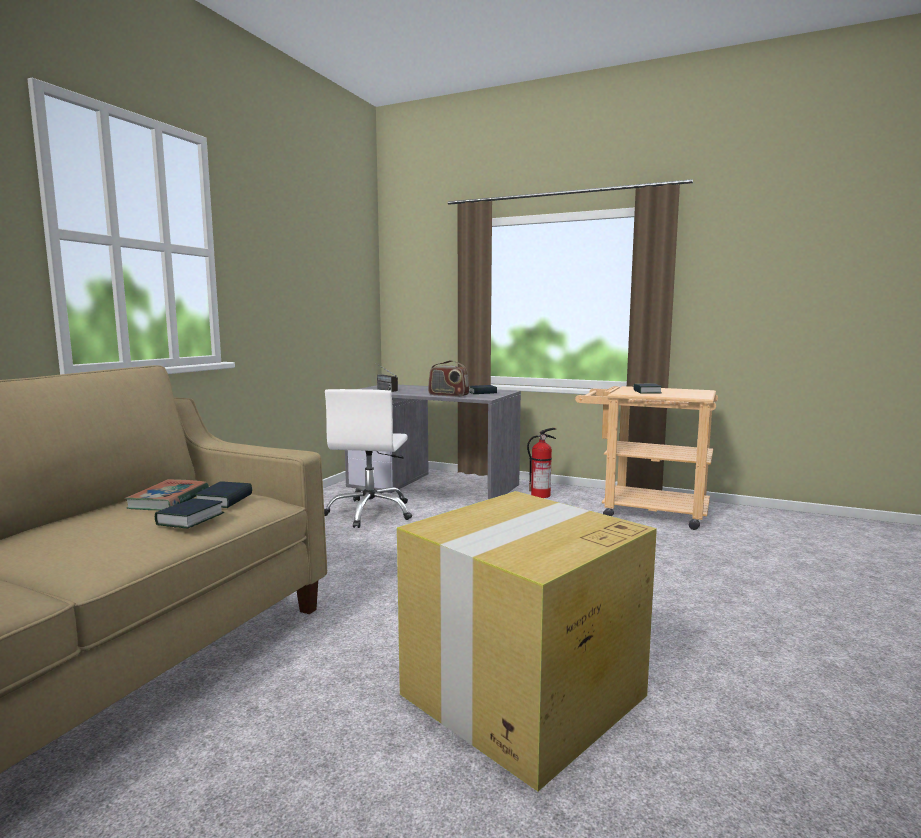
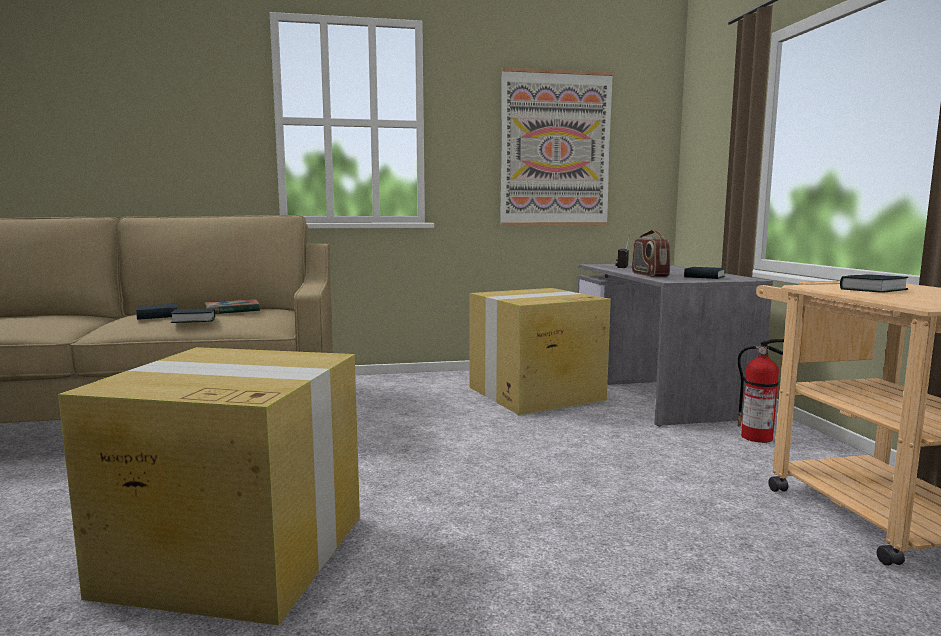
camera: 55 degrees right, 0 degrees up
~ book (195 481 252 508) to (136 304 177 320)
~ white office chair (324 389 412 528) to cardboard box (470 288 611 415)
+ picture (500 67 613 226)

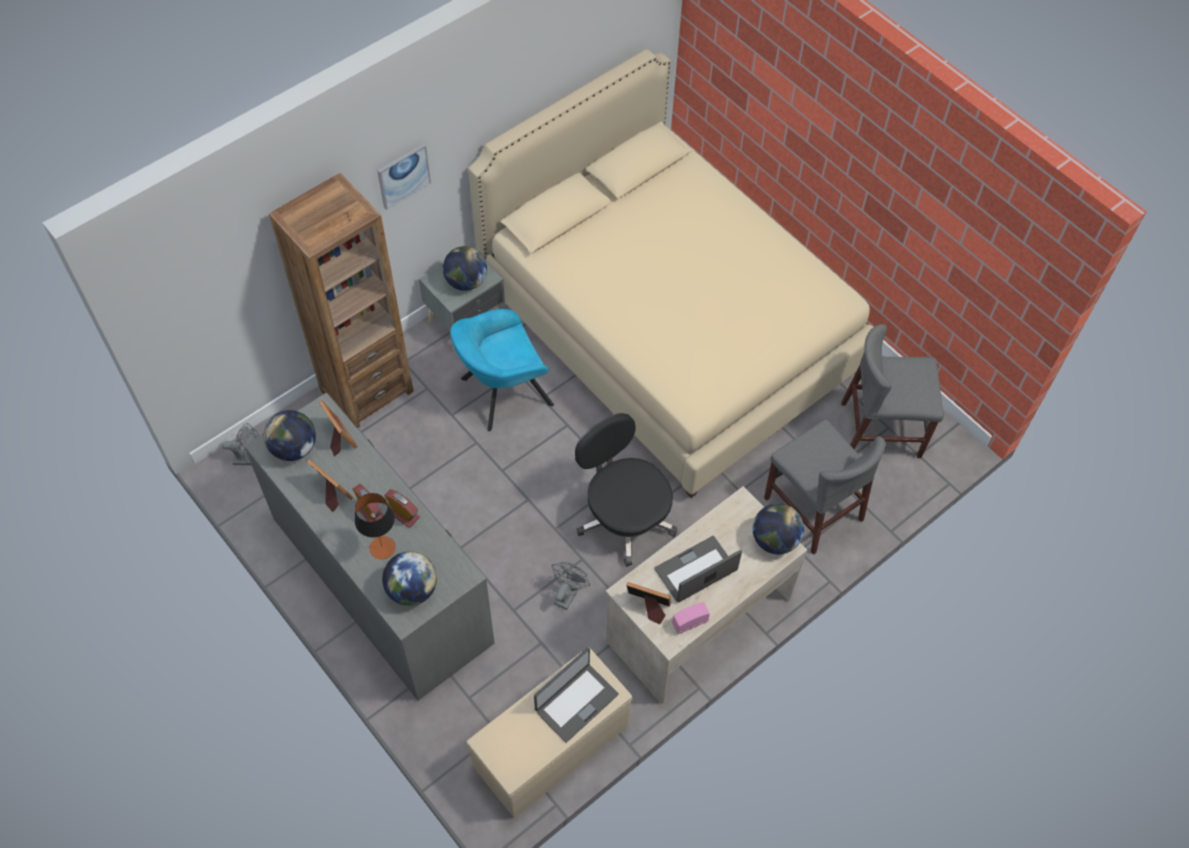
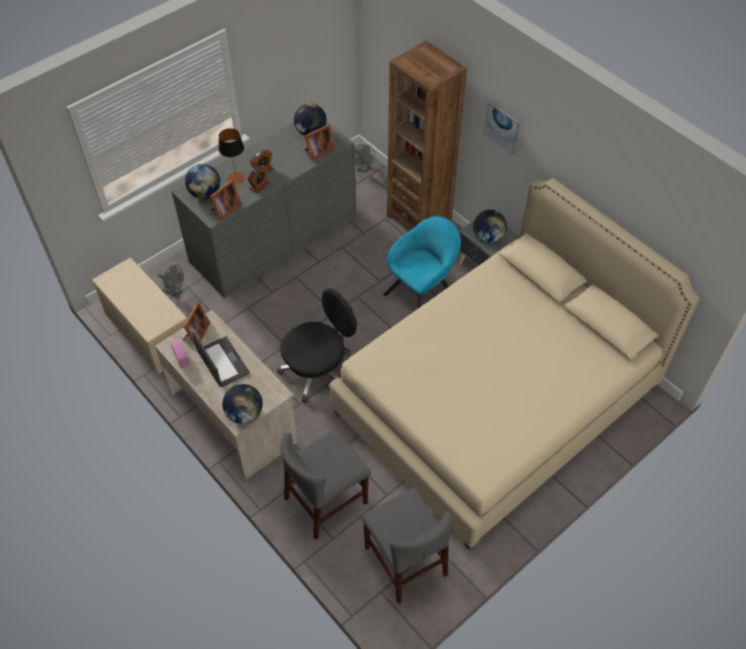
camera: 90 degrees right, 5 degrees down
~ grey fan (552 562 590 610) to (157 264 184 296)
~ picture frame (307 459 353 512) to (210 180 242 220)
~ grey chair (841 324 943 458) = (362 487 453 604) 150 degrees clockwise
~ turquoise armchair (450 309 554 431) = (383 216 461 308) 75 degrees clockwise
- laptop (534 647 619 743)

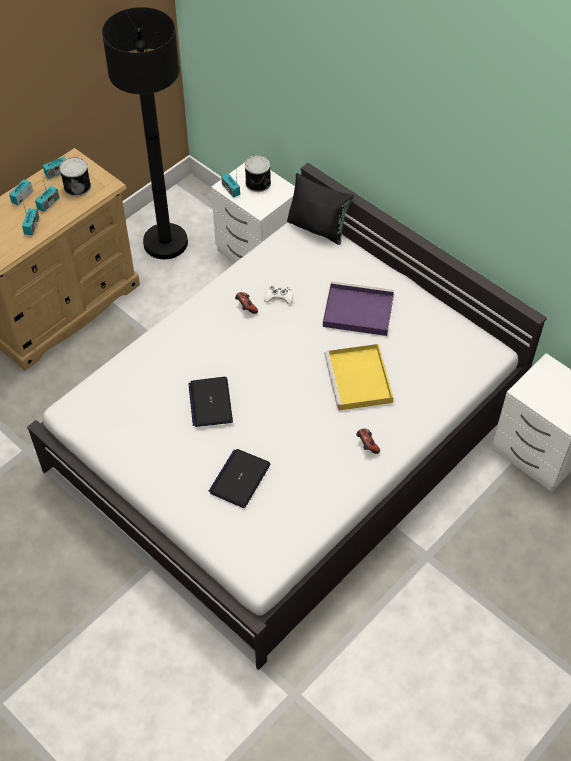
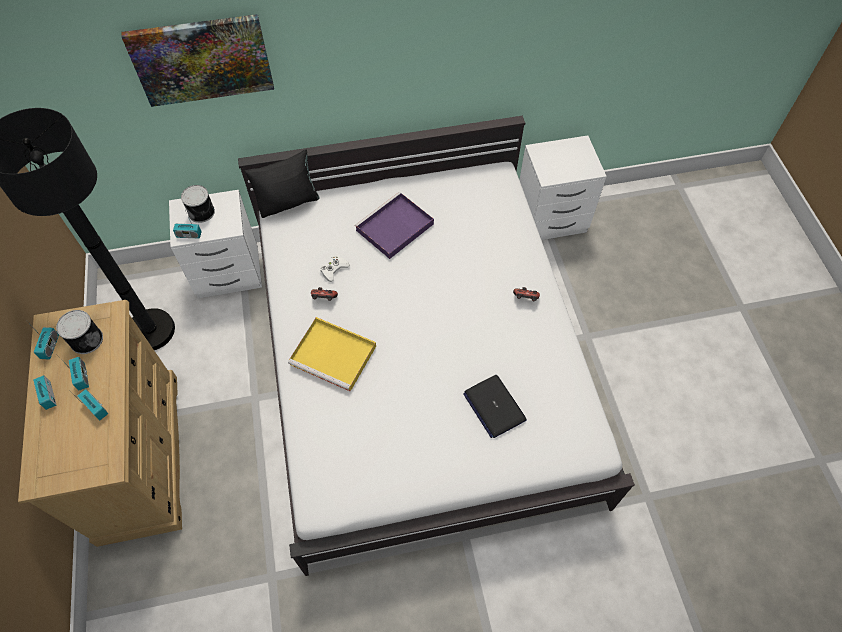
camera: 55 degrees left, 5 degrees up
+ picture (121 14 274 107)
~ yellow tray (324 344 393 410) to (288 317 376 392)
- laptop (188 377 233 427)

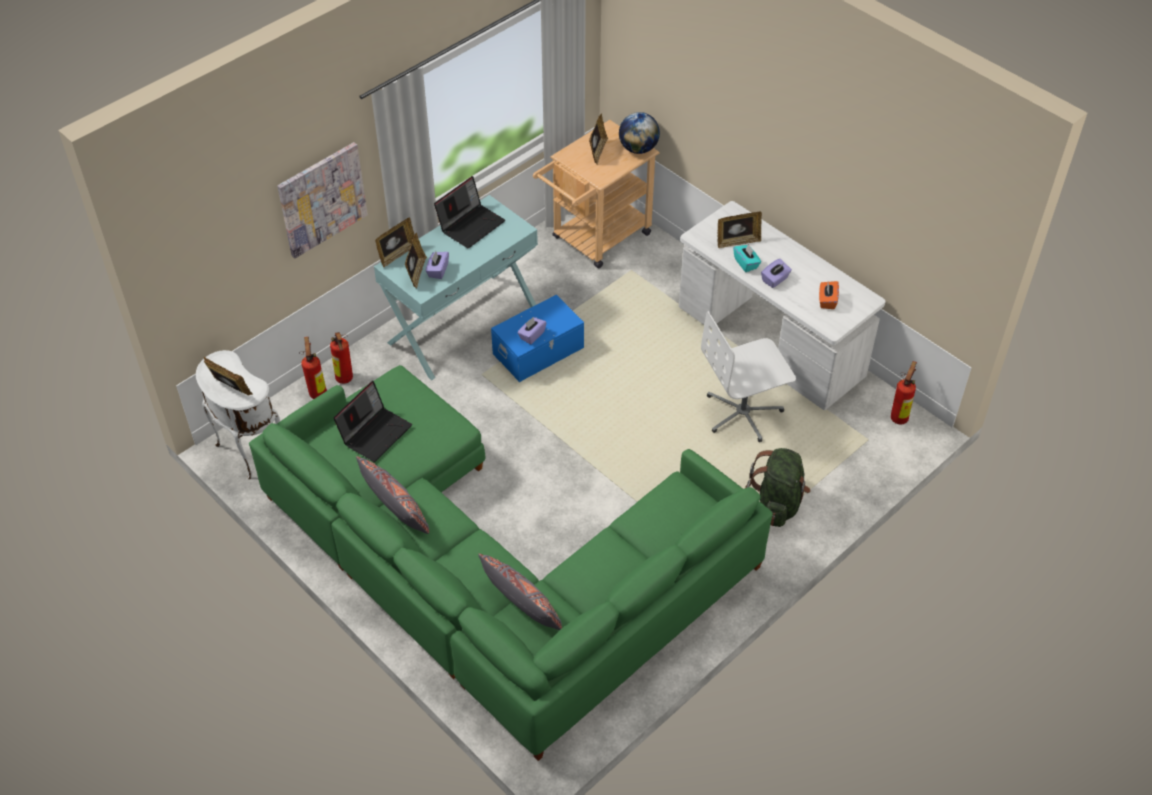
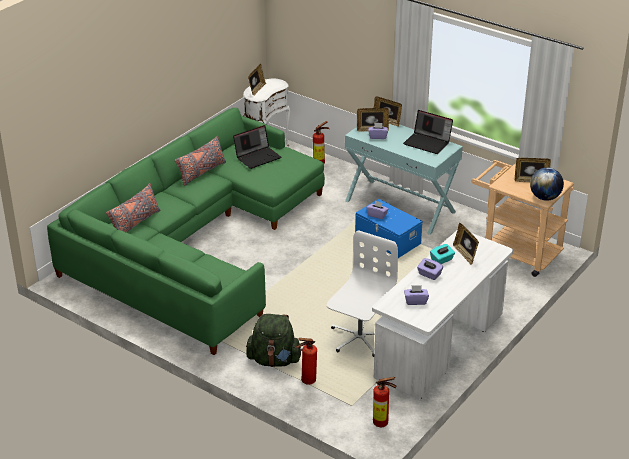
camera: 80 degrees right, 15 degrees down
~ laptop (334 381 412 462) = (233 125 281 169) 60 degrees counterclockwise
~ fire extinguisher (330 332 353 384) to (296 338 317 385)
~ white office chair (701 311 796 442) = (327 230 398 357) 60 degrees clockwise
~ orange tissue box (819 281 839 309) to purple tissue box (404 285 429 305)
- picture (277 142 368 258)

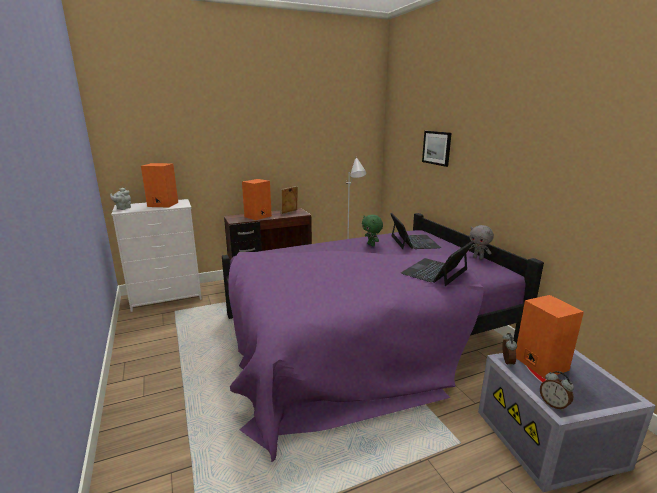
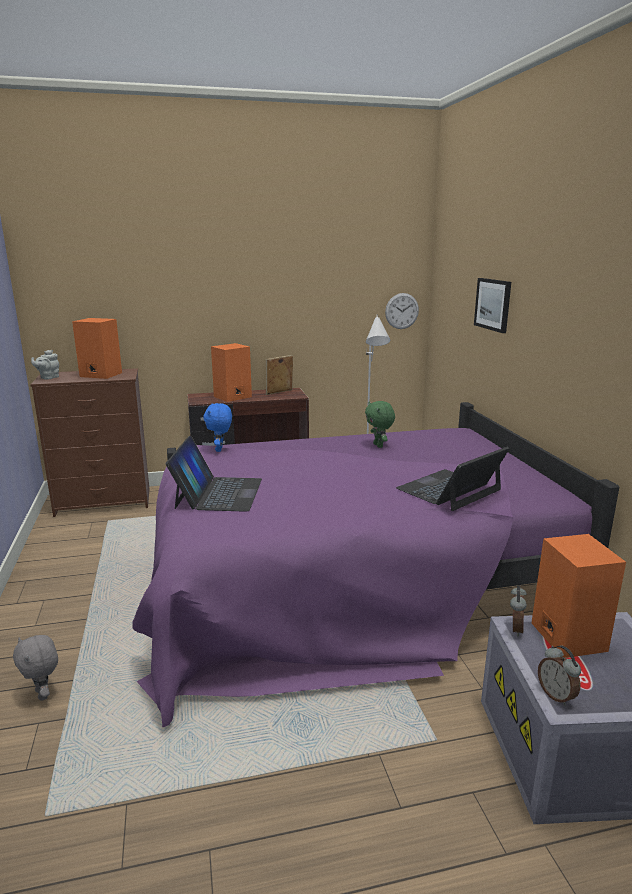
camera: 10 degrees right, 0 degrees up
~ grey plush toy (469 225 494 260) to (13 635 58 701)
~ white dresser (111 199 202 312) to brown dresser (30 368 149 517)
~ laptop (391 213 441 249) to (166 436 262 512)
+ blue plush toy (203 403 232 452)
+ wall clock (385 293 419 329)

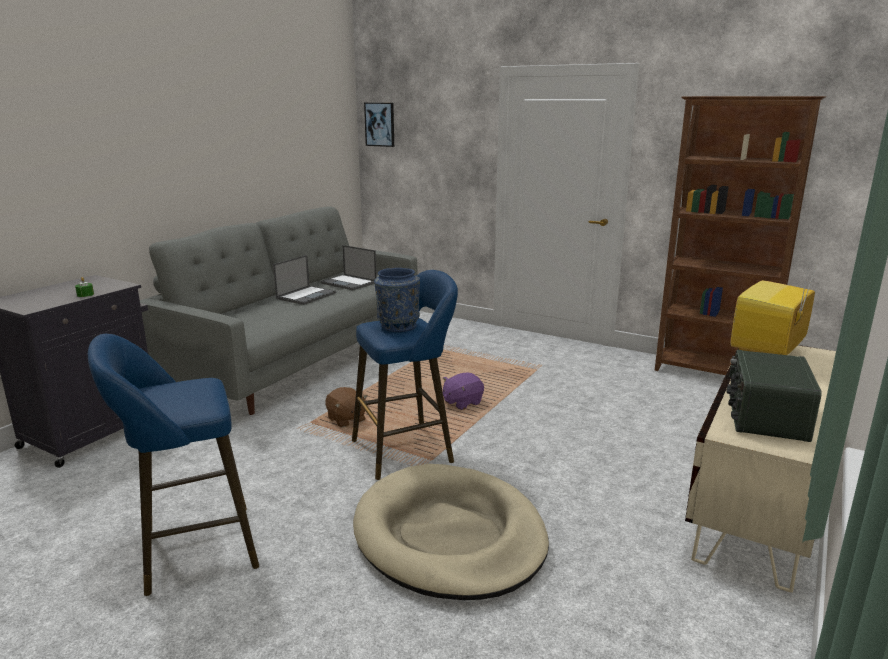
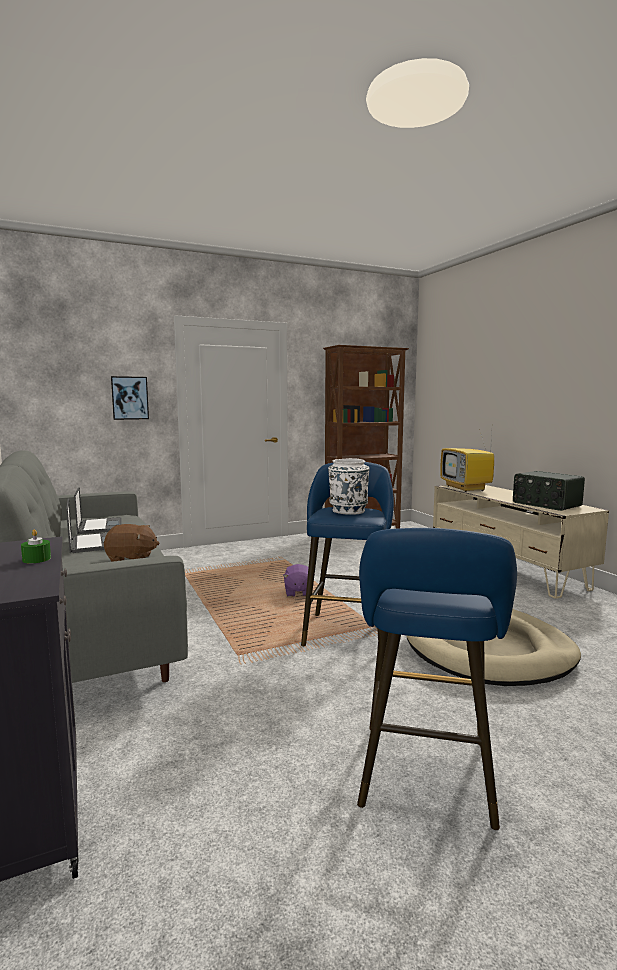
camera: 55 degrees left, 10 degrees down
~ laptop (320 245 377 290) = (74 487 121 534) 90 degrees counterclockwise
~ brown plush toy (325 387 368 428) to (104 524 160 562)
~ picture (364 103 394 147) to (111 376 149 420)
~ blue vase (374 268 420 332) to white vase (328 458 370 515)

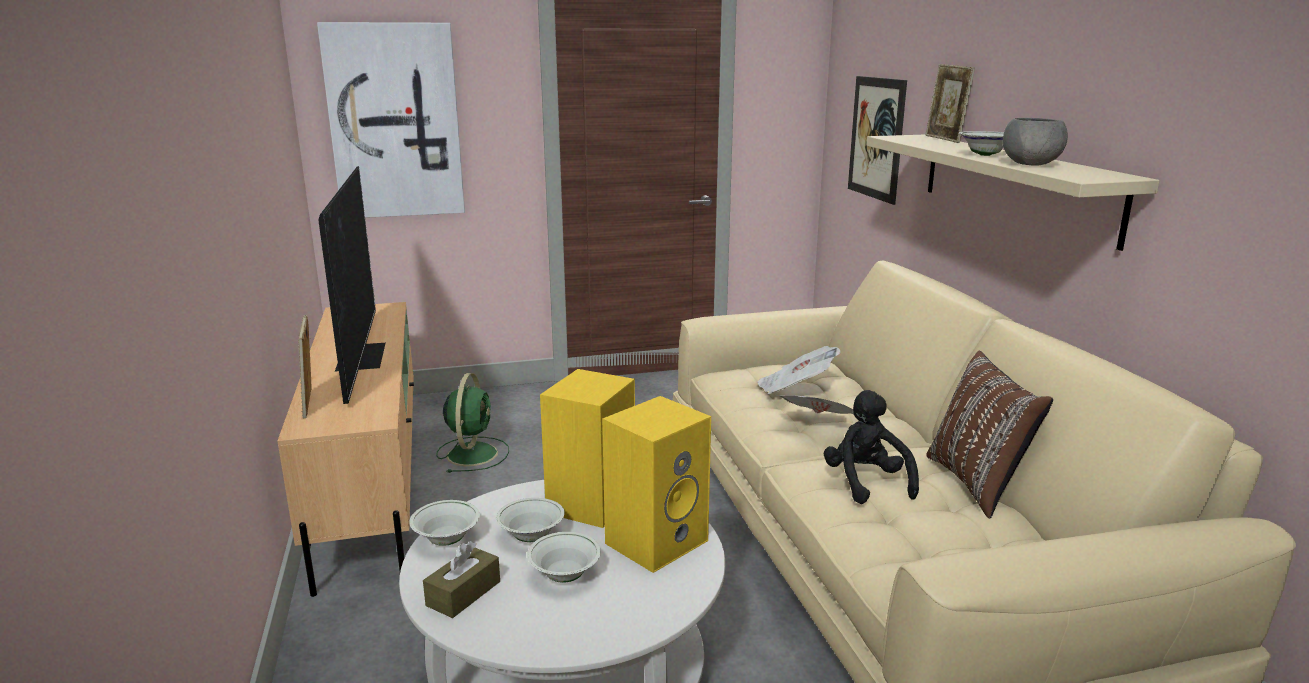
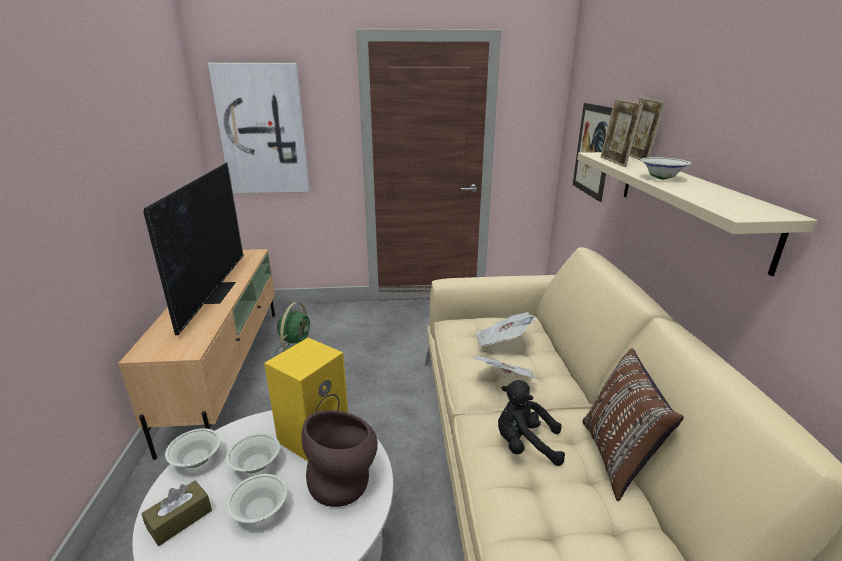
camera: 10 degrees right, 5 degrees up
~ yellow speaker (602 396 711 573) to brown vase (302 410 378 507)
~ black plush toy (823 390 919 504) = (498 380 565 466) 75 degrees counterclockwise
~ picture frame (298 315 311 418) to (601 99 644 167)
- grey bowl (1003 118 1068 166)

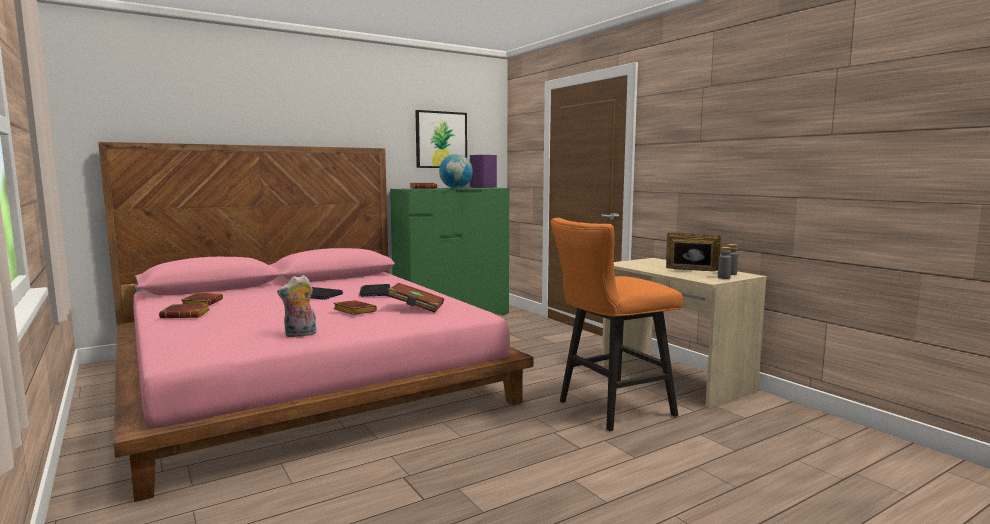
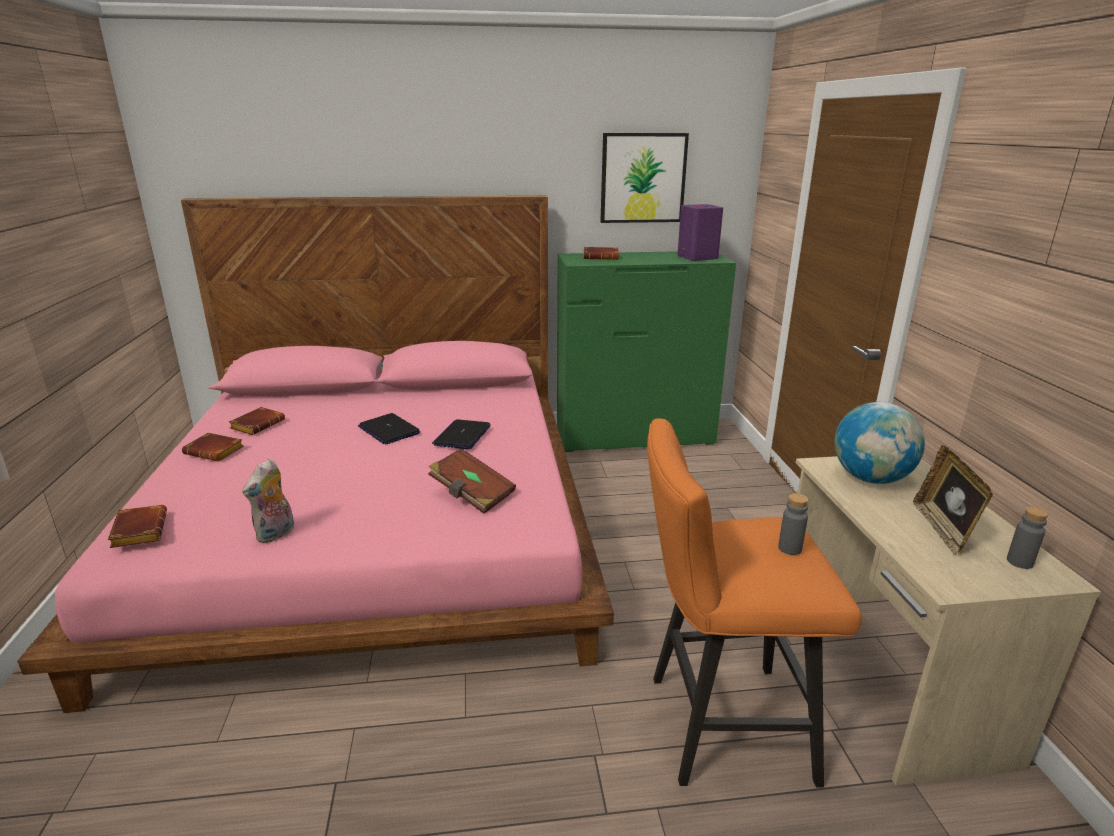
camera: 25 degrees right, 15 degrees up
~ brown book (333 300 377 315) to (108 505 167 548)
~ plush toy (277 275 317 338) = (242 459 294 543) 60 degrees counterclockwise
~ grey bottle (718 247 732 279) to (778 493 809 555)
~ globe (439 154 473 188) to (834 402 925 484)
~ picture frame (666 232 721 271) = (913 445 993 555) 135 degrees counterclockwise

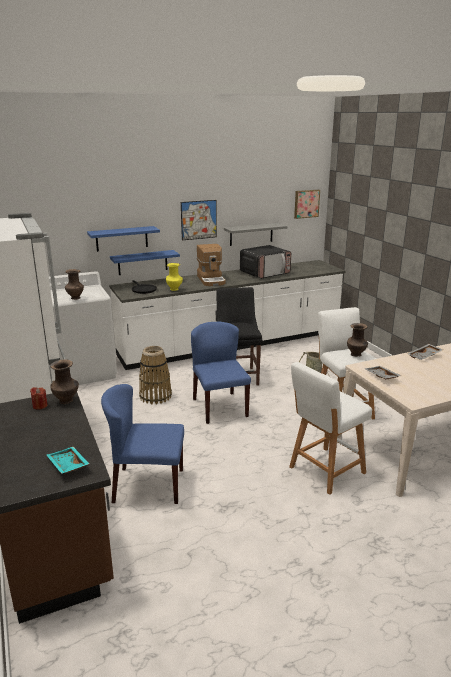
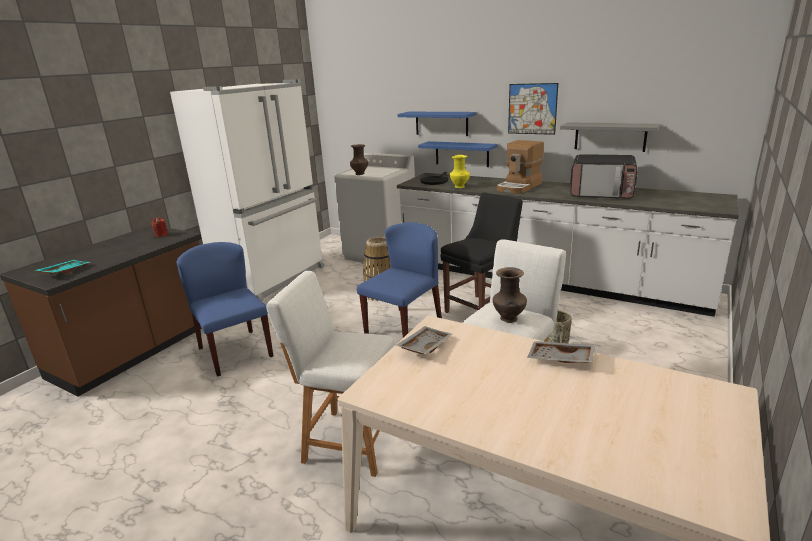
camera: 55 degrees right, 0 degrees up
- brown vase (50 359 79 404)
- picture (294 190 320 219)

